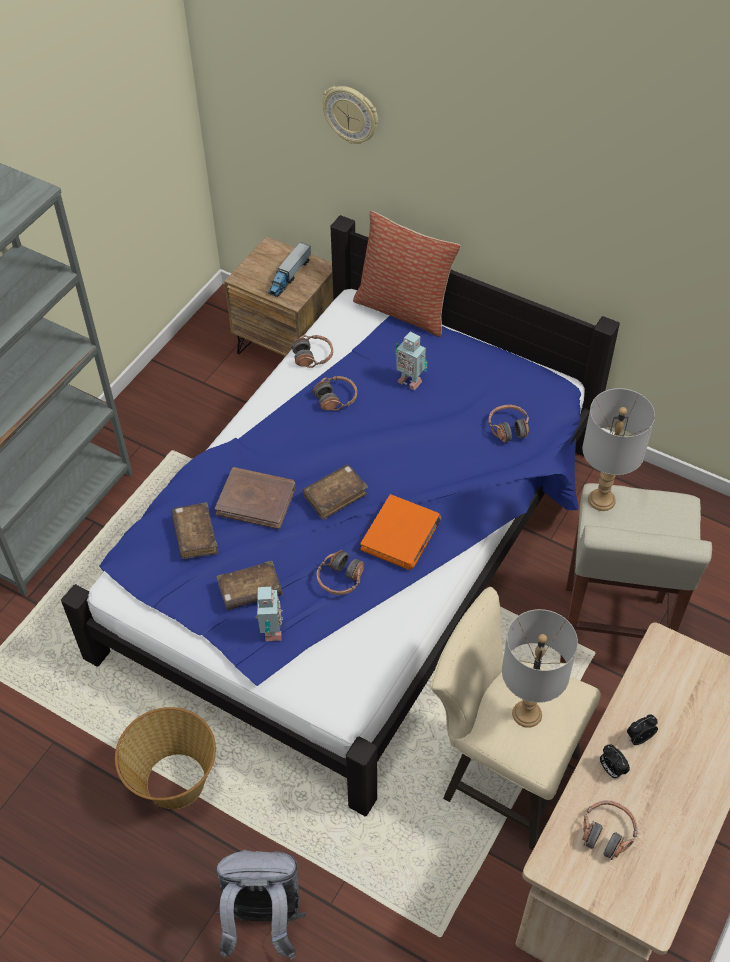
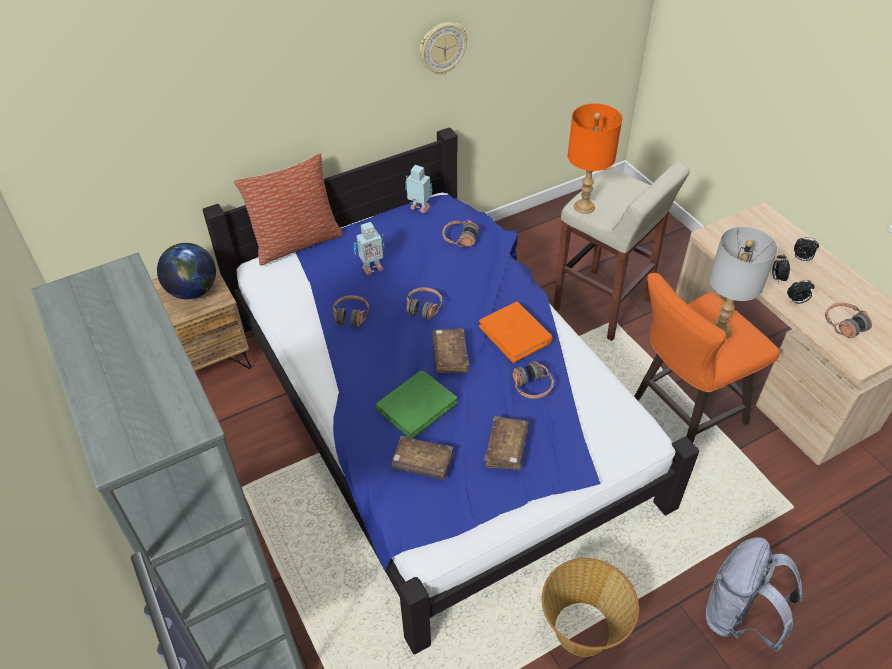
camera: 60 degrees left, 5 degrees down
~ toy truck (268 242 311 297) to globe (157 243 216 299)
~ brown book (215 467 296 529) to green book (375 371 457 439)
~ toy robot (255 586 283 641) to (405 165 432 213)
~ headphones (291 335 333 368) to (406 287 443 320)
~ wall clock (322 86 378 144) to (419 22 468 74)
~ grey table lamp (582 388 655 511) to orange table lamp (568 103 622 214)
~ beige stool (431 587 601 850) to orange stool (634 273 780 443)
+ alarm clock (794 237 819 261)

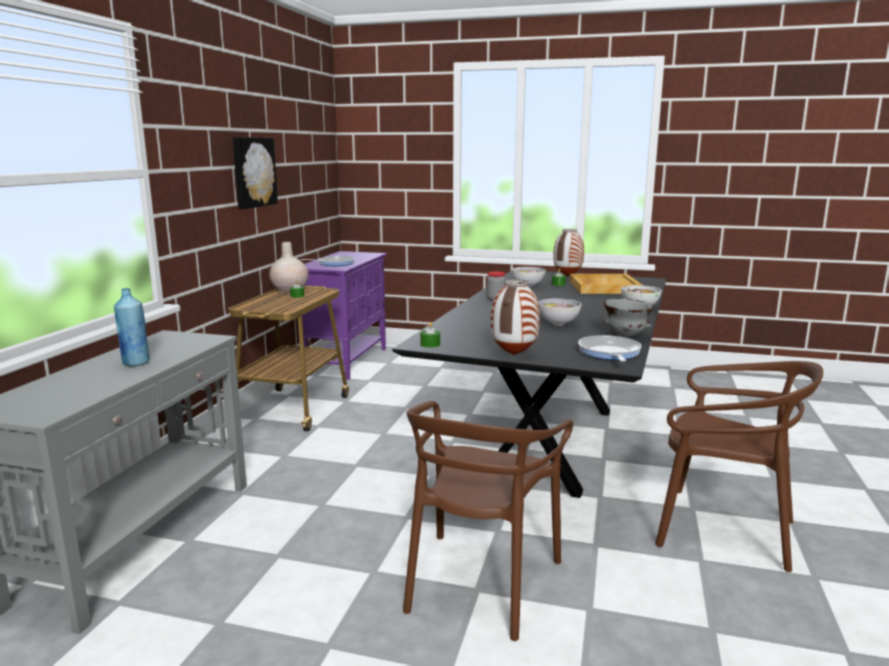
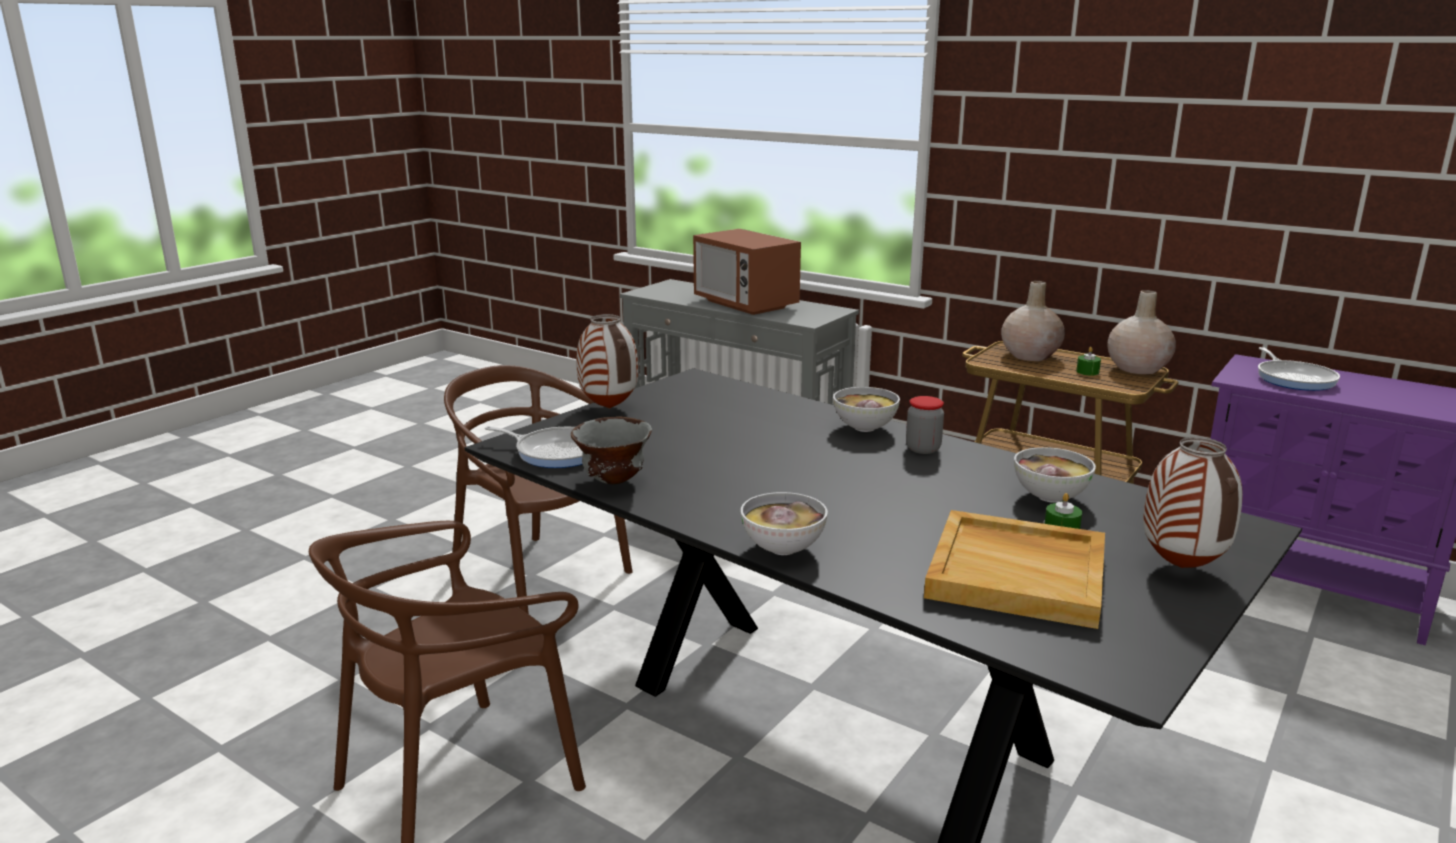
camera: 110 degrees right, 5 degrees up
~ blue bottle (114 288 150 366) to microwave (693 229 801 315)
~ bowl (538 298 581 325) to (833 387 900 432)
+ beige vase (1001 281 1065 361)
- picture (233 137 278 209)
- green candle (421 322 440 348)

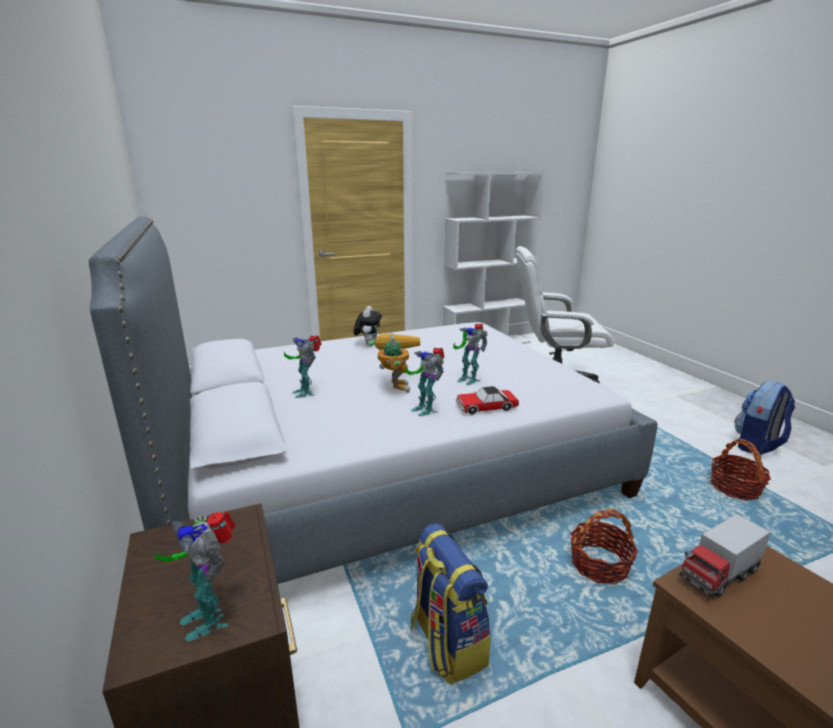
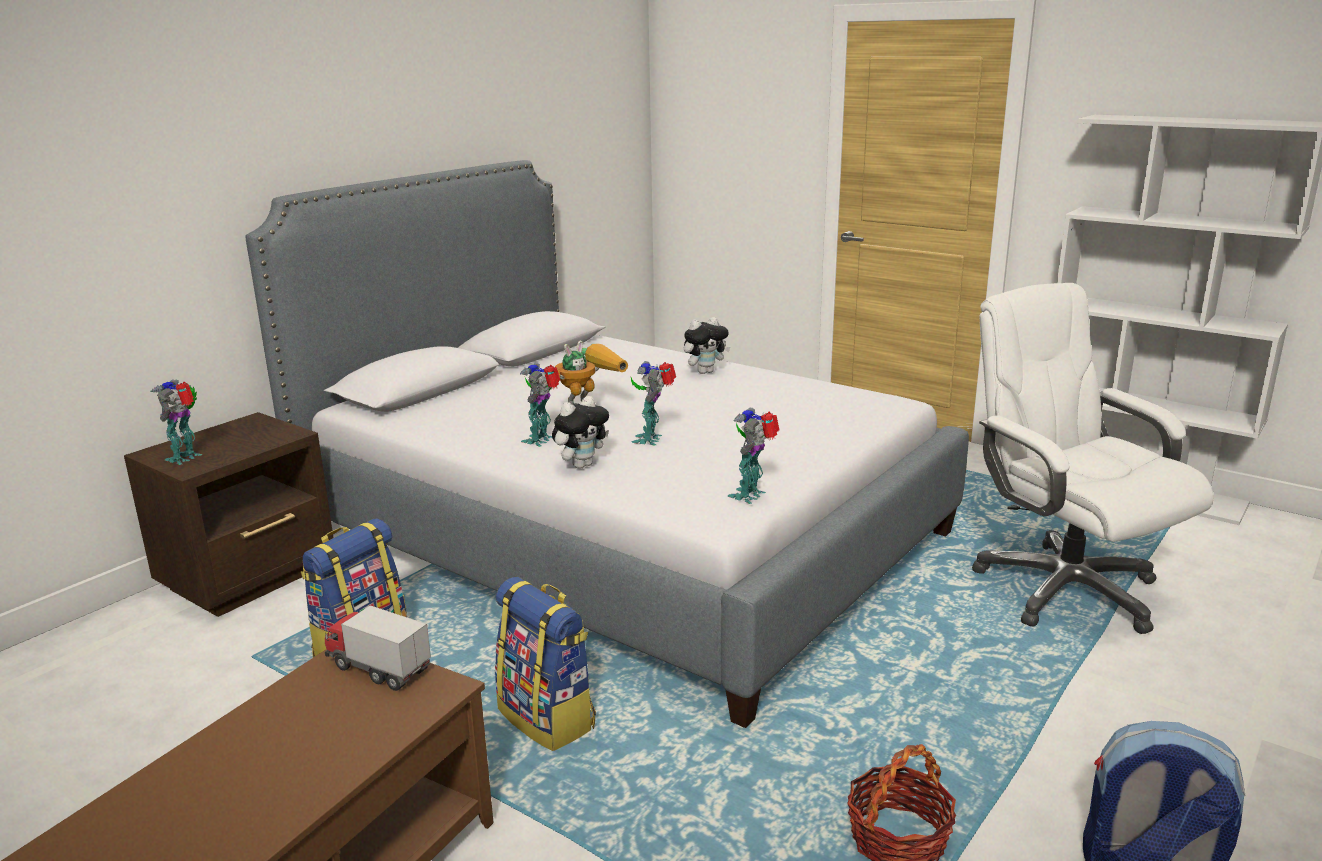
camera: 60 degrees right, 0 degrees up
~ basket (570 509 638 585) to backpack (495 577 596 751)
~ toy car (456 386 519 415) to plush toy (552 396 609 469)
~ toy robot (284 335 322 398) to (728 407 780 504)

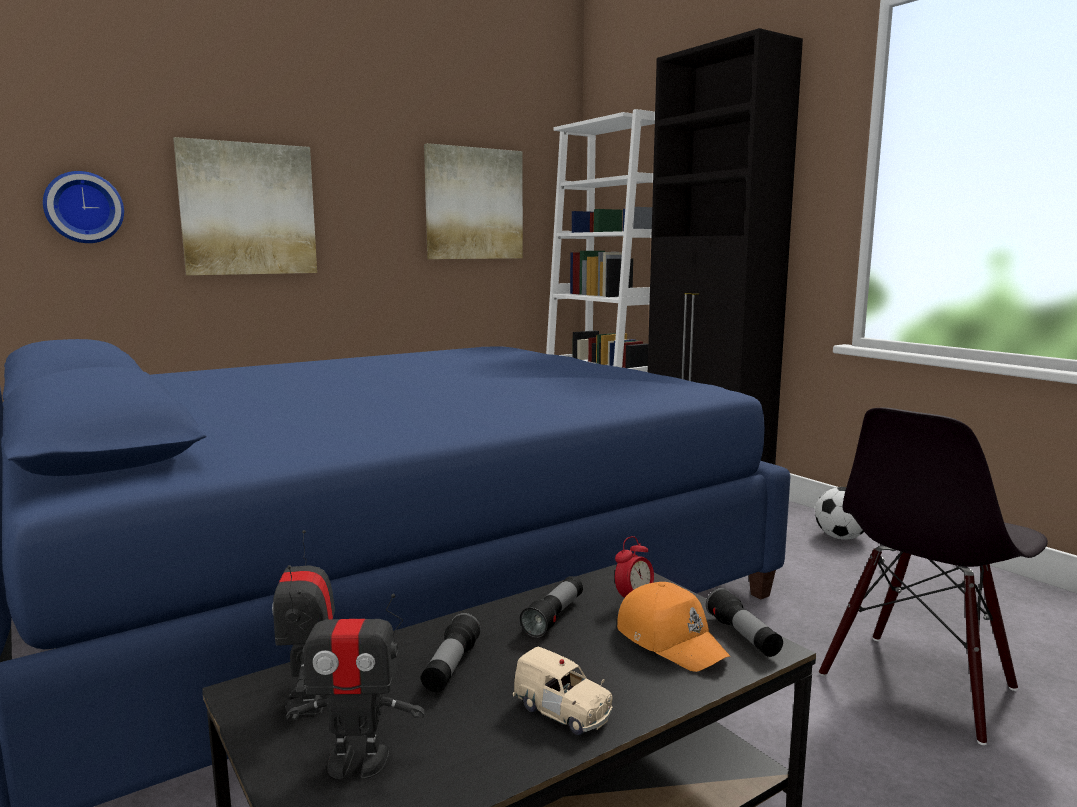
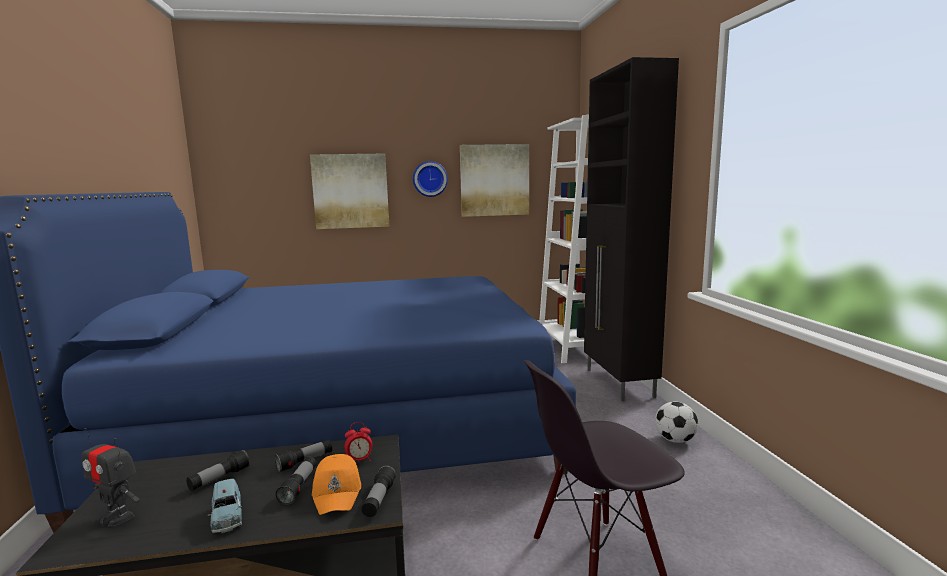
camera: 25 degrees right, 0 degrees up
~ beige toy car (513 646 613 735) to blue toy car (208 479 242 534)
+ flashlight (275 457 317 505)
~ wall clock (43 171 124 243) to (413 161 448 197)
- toy robot (272 530 335 715)

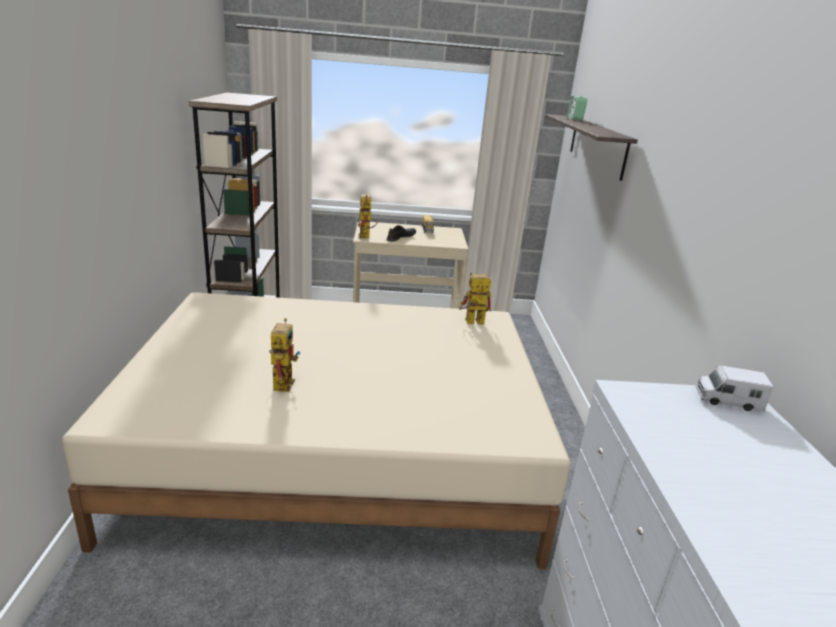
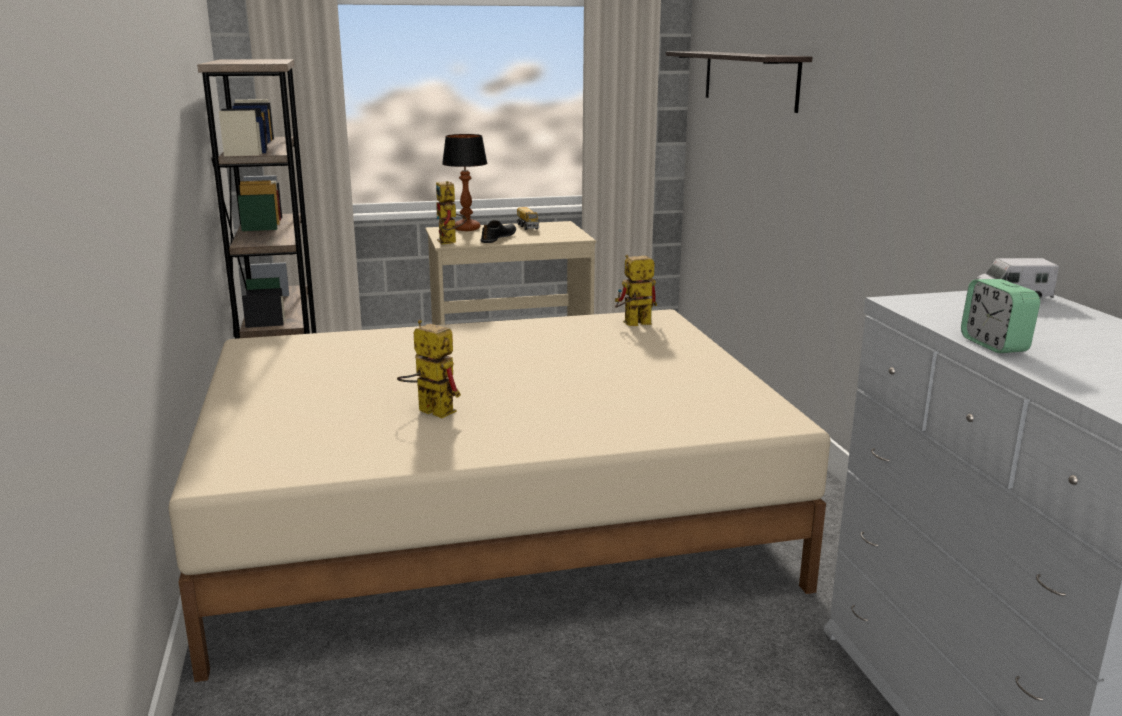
camera: 10 degrees left, 5 degrees down
~ toy robot (269 318 300 392) = (397 320 461 418) 45 degrees counterclockwise
+ table lamp (442 134 487 231)
~ alarm clock (567 96 587 121) to (961 279 1040 353)

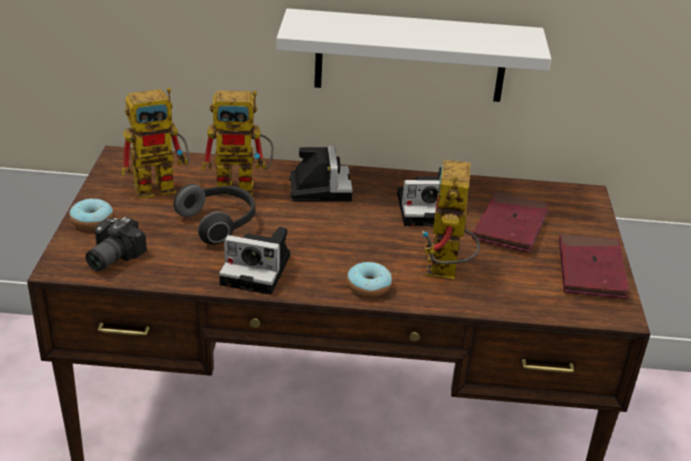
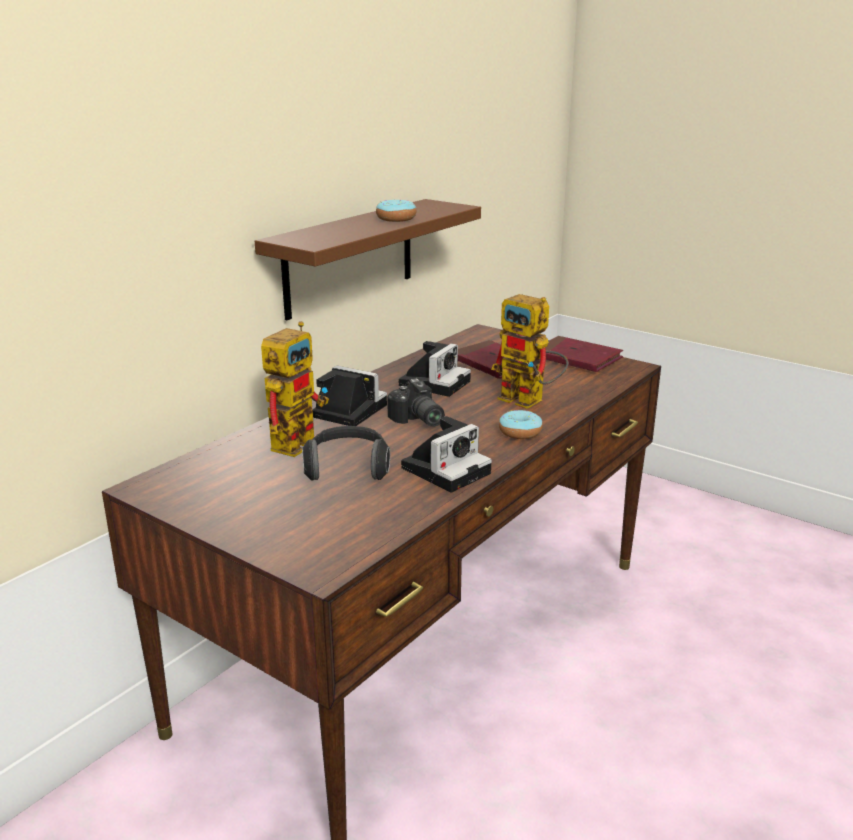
camera: 55 degrees left, 10 degrees down
~ white shelf (276 8 551 102) to brown shelf (255 199 481 320)
~ donut (69 198 113 230) to (376 199 416 222)
~ photo camera (85 217 147 271) to (387 378 445 427)
- toy robot (121 87 190 199)

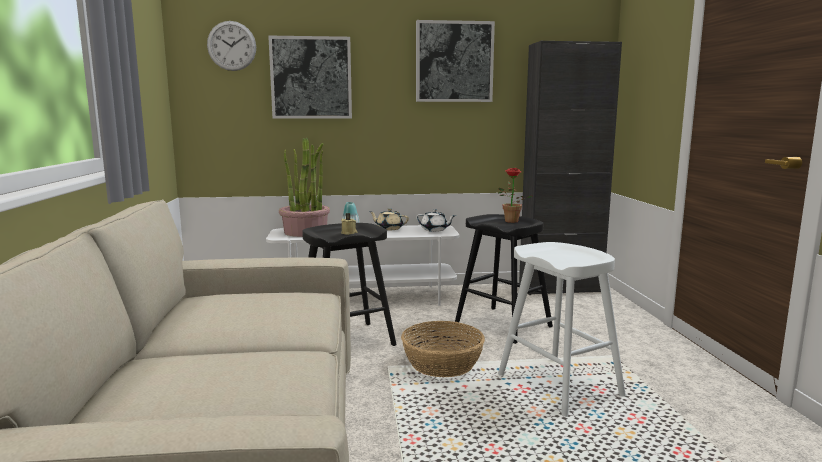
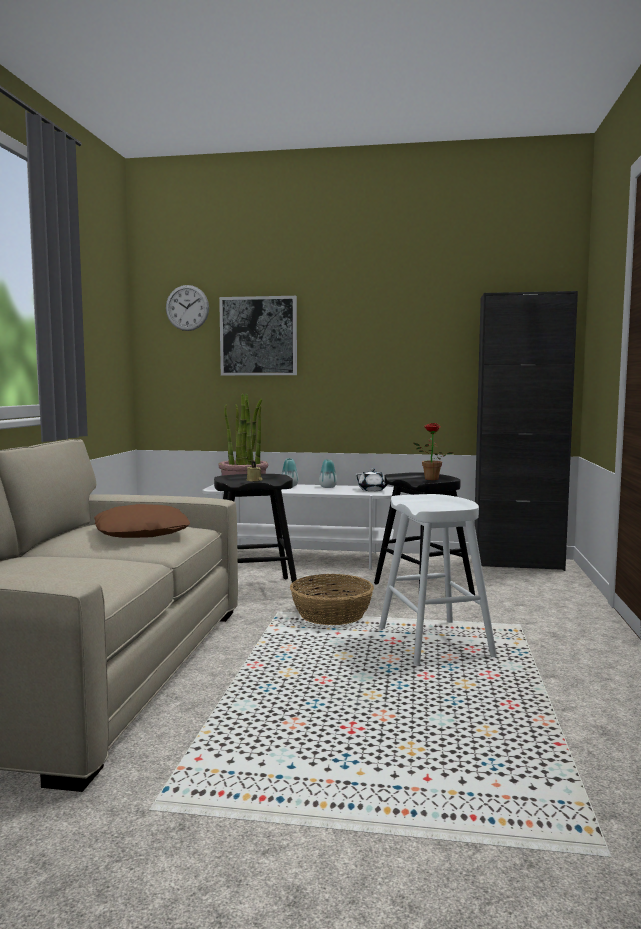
camera: 15 degrees right, 5 degrees down
+ brown pillow (94 504 190 538)
~ beige teapot (370 208 409 230) to vase (319 459 337 488)
- picture (416 20 495 102)

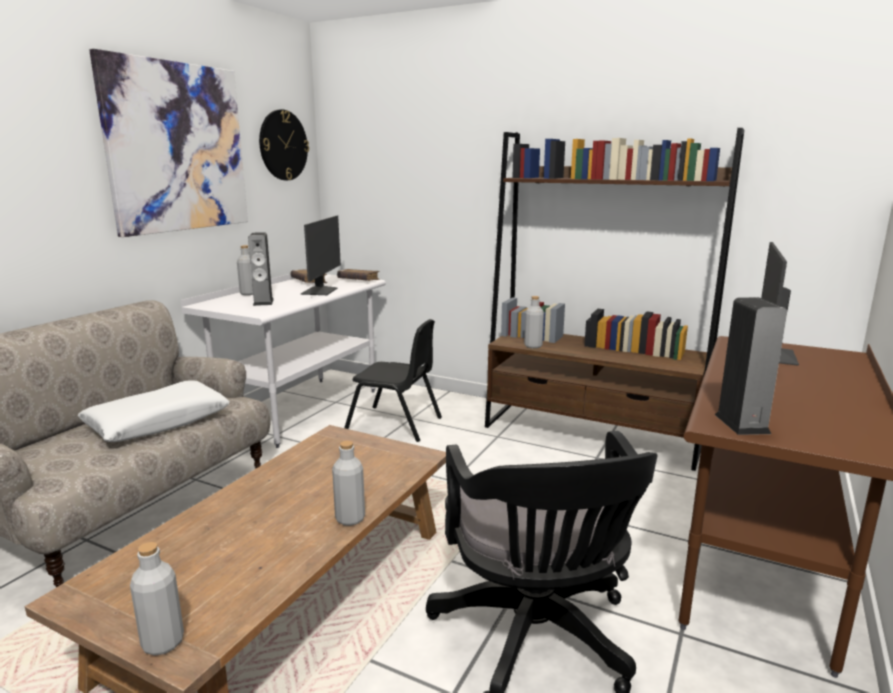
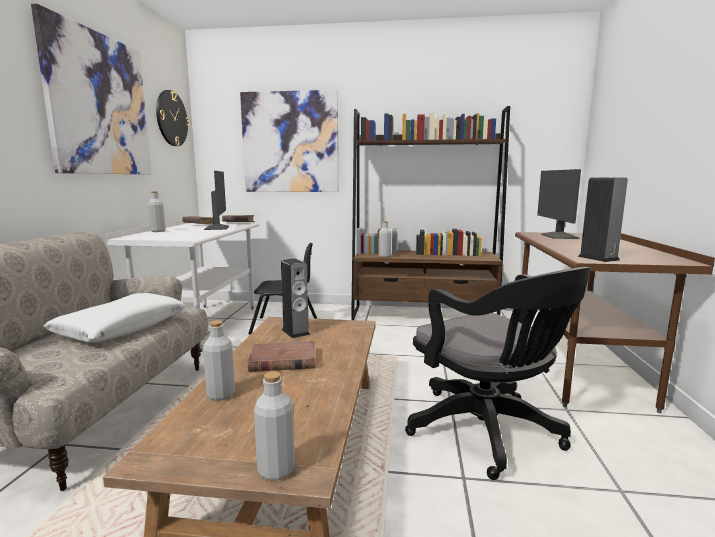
camera: 20 degrees left, 5 degrees down
~ grey bottle (332 441 365 526) to (203 320 235 401)
+ picture (240 90 339 192)
+ brown book (248 341 316 372)
~ speaker (248 232 274 306) to (281 258 310 338)

